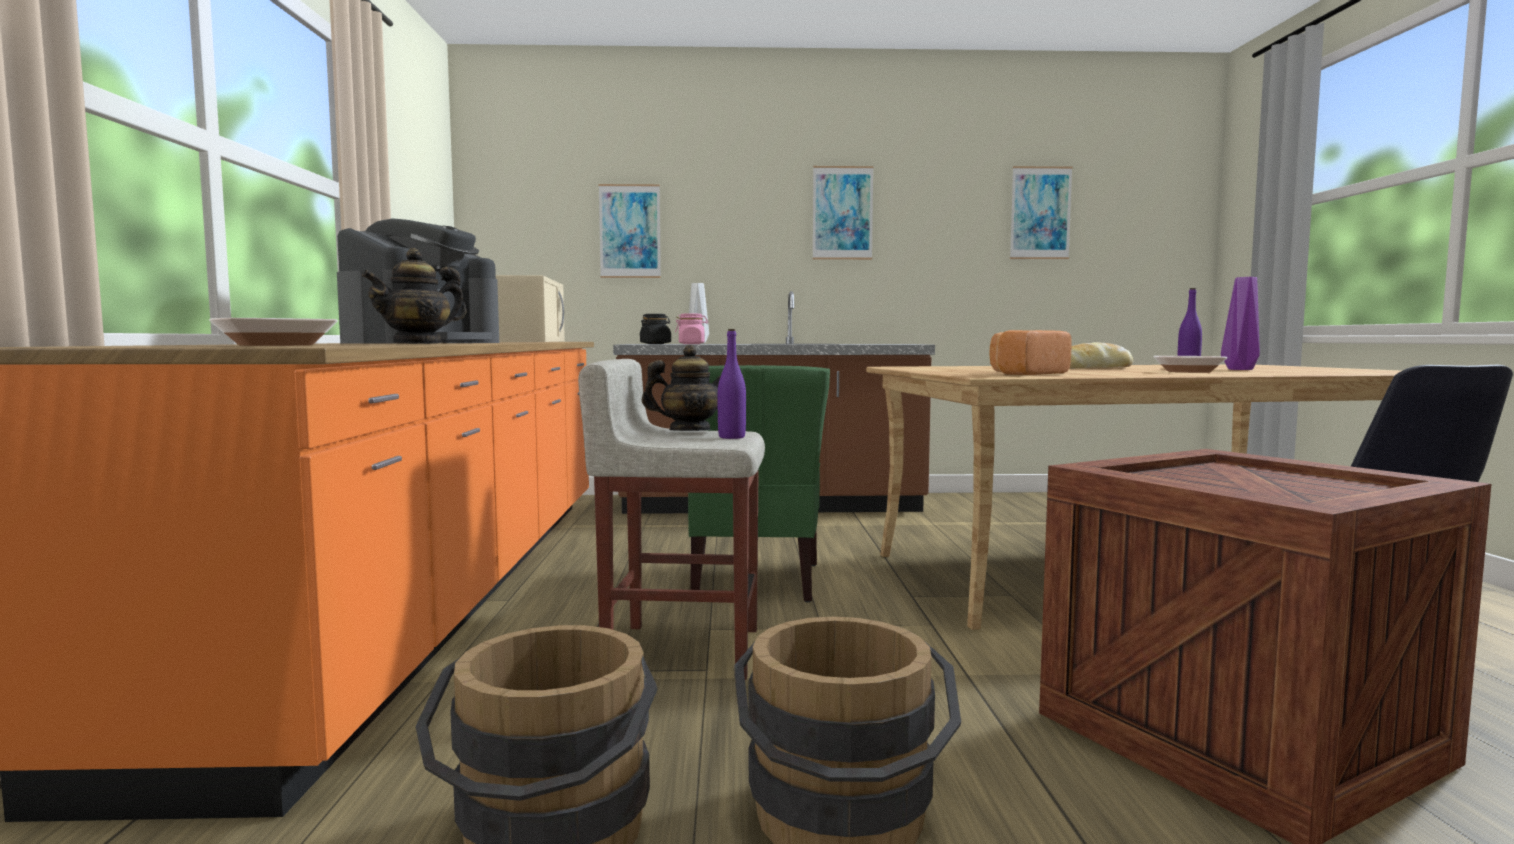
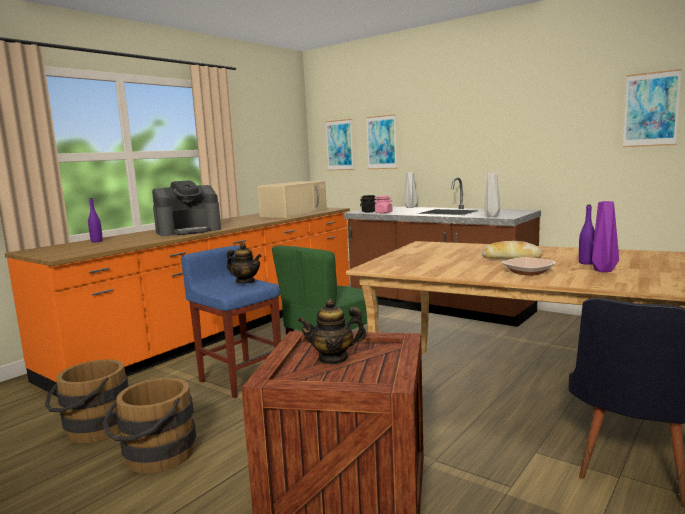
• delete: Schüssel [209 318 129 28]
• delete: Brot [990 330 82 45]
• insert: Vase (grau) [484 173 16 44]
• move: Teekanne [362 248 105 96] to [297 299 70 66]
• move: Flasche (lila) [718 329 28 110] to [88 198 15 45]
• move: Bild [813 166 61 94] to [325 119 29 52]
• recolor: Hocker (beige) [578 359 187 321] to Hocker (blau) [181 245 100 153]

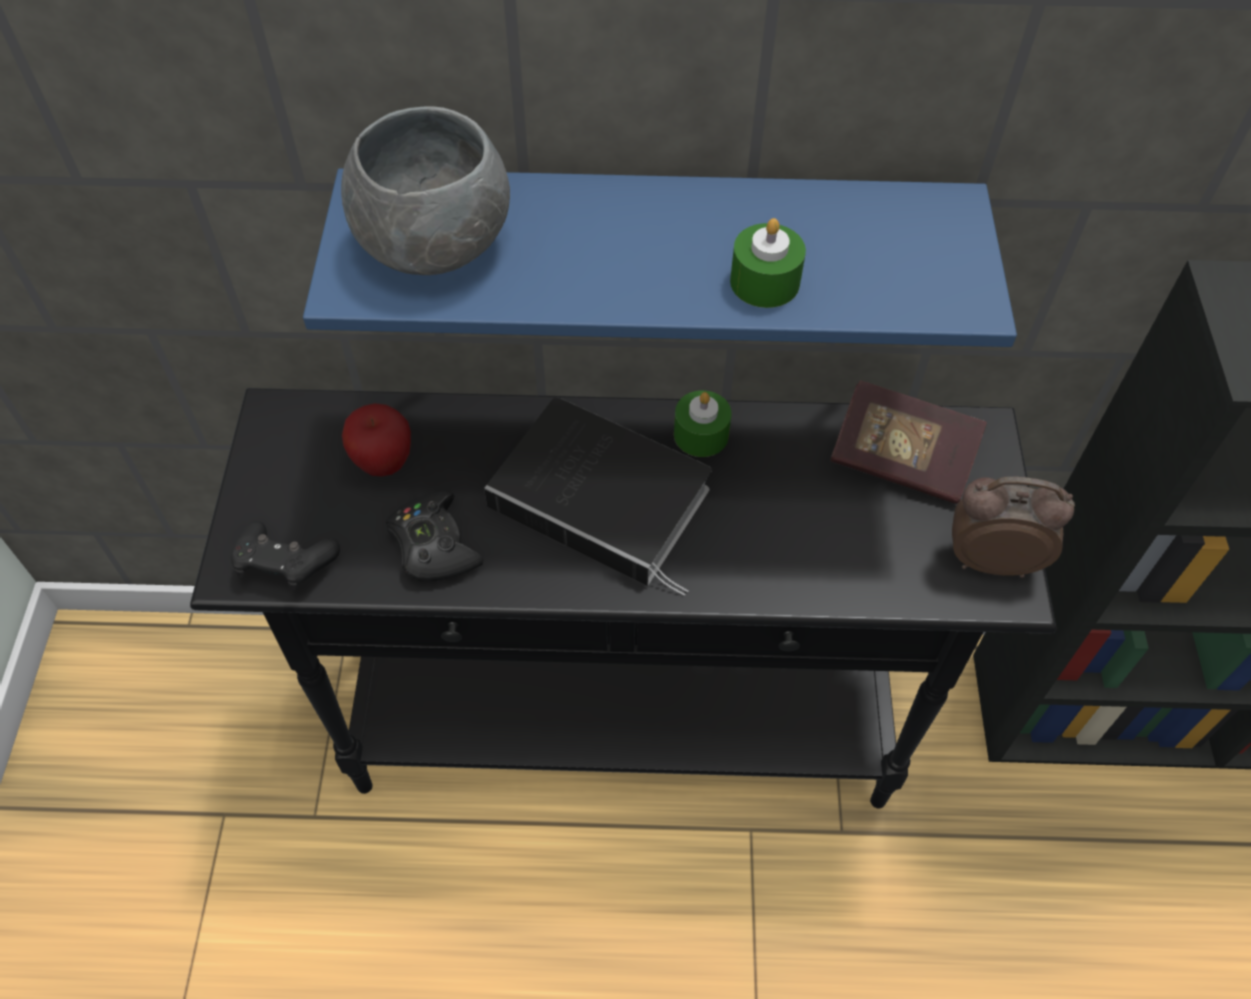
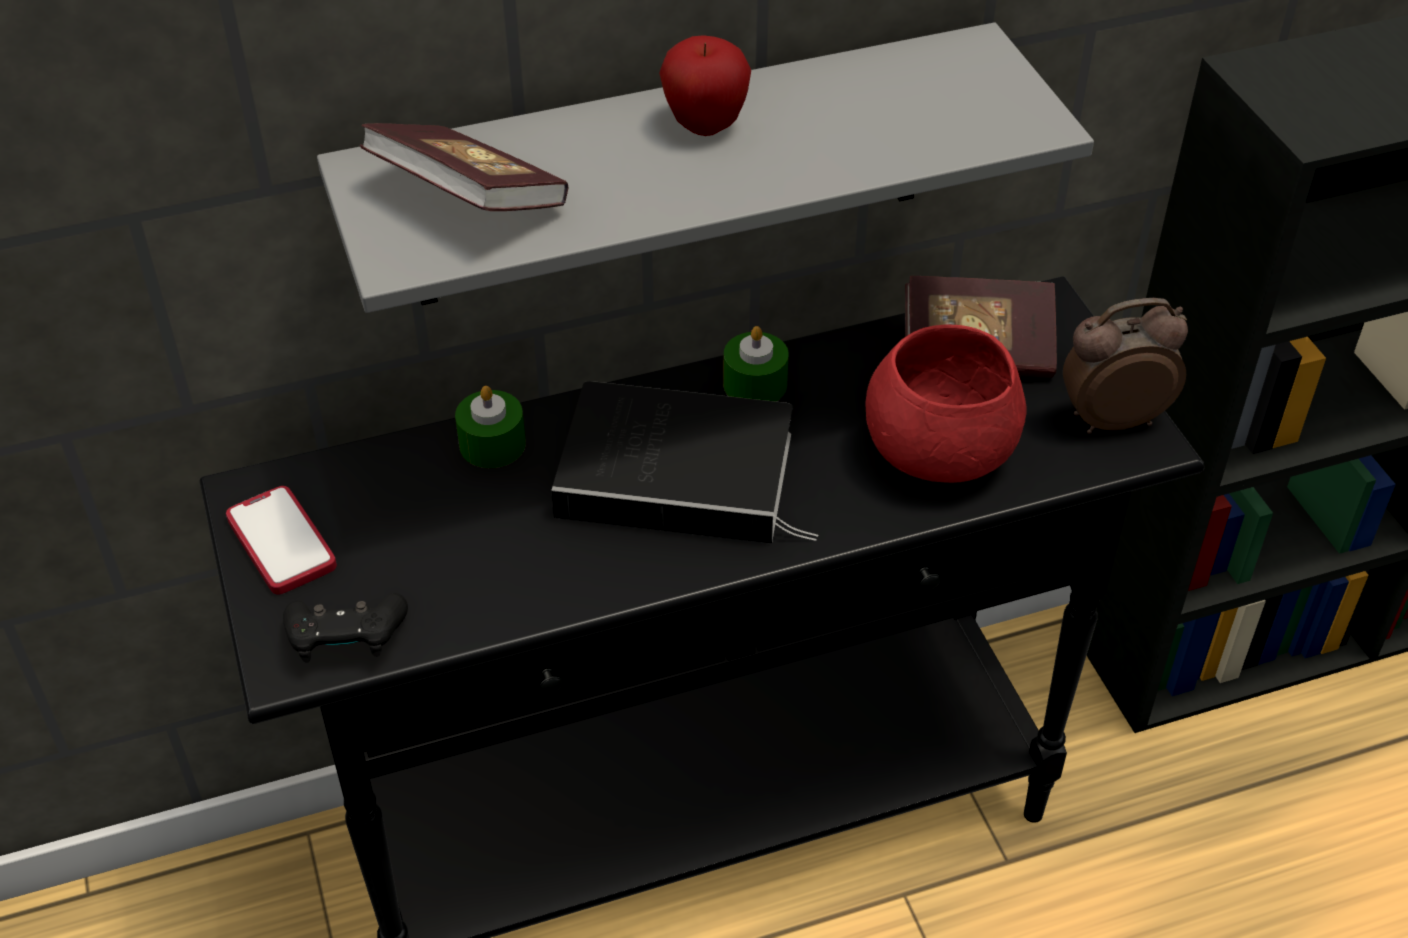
• delete: Gamepad (schwarz) [386 491 98 90]
• insert: Handy [226 486 111 109]
• insert: Schüssel (rot) [865 324 162 159]
• move: Apfel [342 403 69 73] to [659 35 92 101]
• move: Kerze (grün) [730 218 76 90] to [455 386 71 82]
• replace: Schüssel (grau) [341 106 169 169] to Buch [360 123 208 88]
• recolor: Wandregal (blau) [303 168 714 179] to Wandregal (grau) [317 22 777 291]

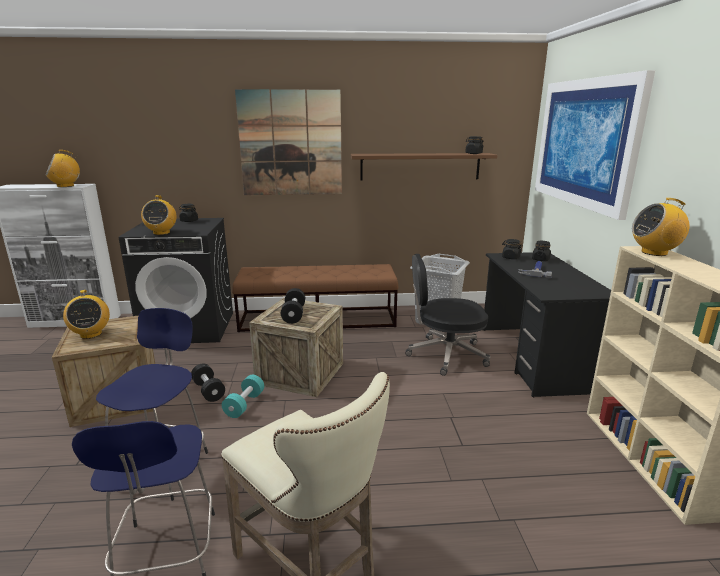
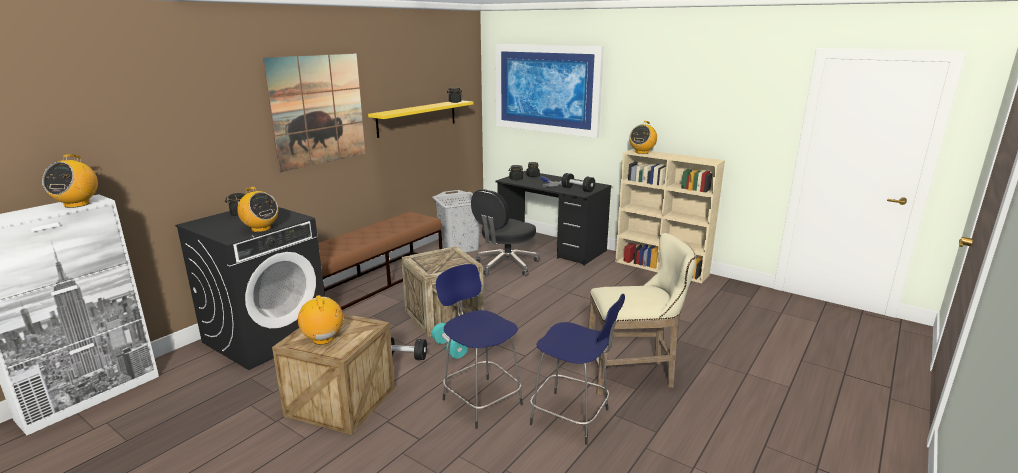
• move: Hantel (schwarz) [281 288 24 36] to [561 173 34 19]
• recolor: Wandregal (braun) [351 153 147 28] to Wandregal (gelb) [368 100 105 38]
• rotate: Radio [63 290 47 49] = [298 295 45 50] 135 degrees counterclockwise

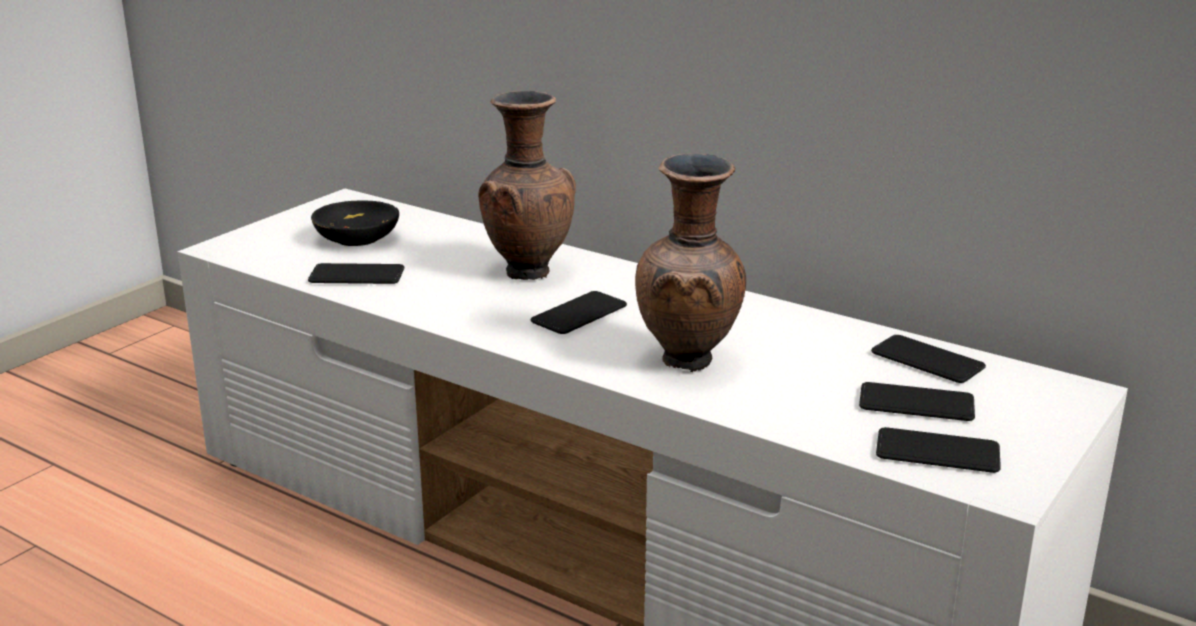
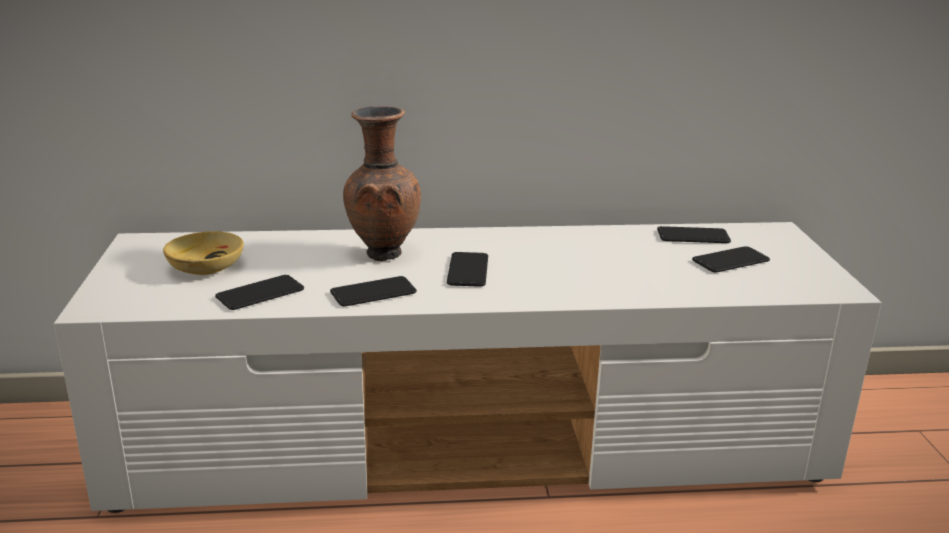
• delete: Vase (braun) [635 153 111 219]
• move: Handy [876 427 125 46] to [330 276 87 30]
• recolor: Schüssel (schwarz) [311 200 88 46] to Schüssel (beige) [163 231 81 44]

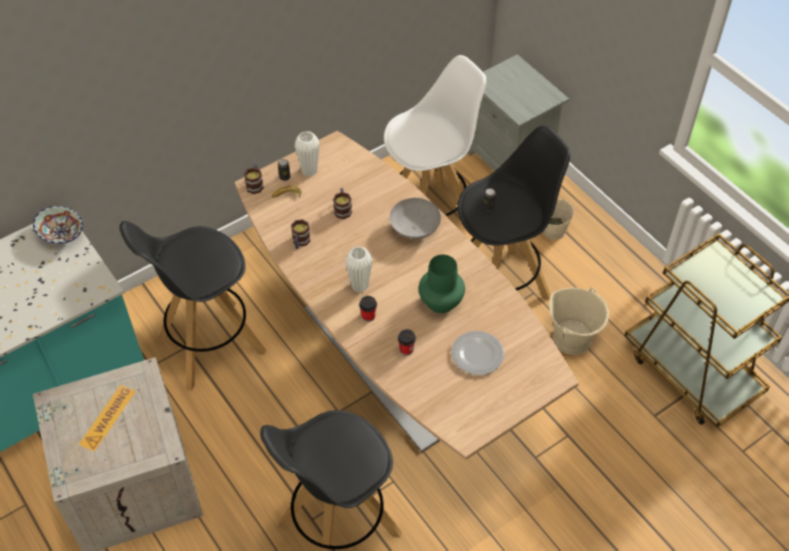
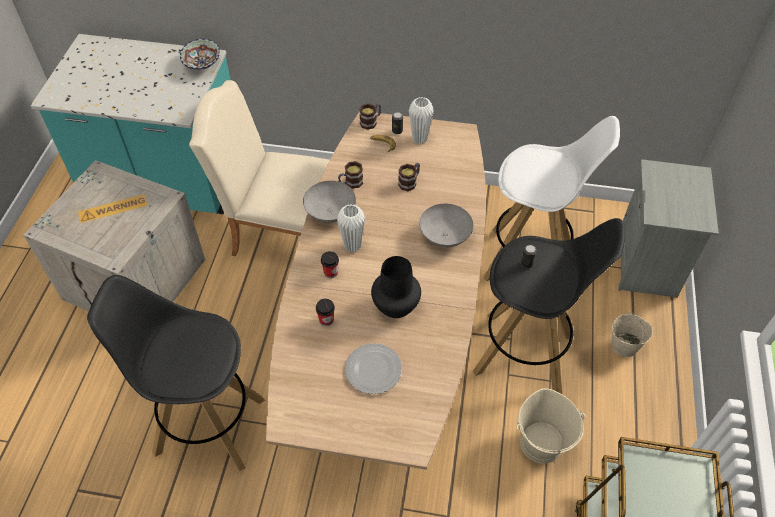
• insert: Schüssel (grau) [303 181 53 42]
• replace: Hocker (schwarz) [119 221 147 170] to Stuhl (beige) [189 80 141 176]
• recolor: Vase (grün) [419 254 46 59] to Vase (schwarz) [371 256 50 62]

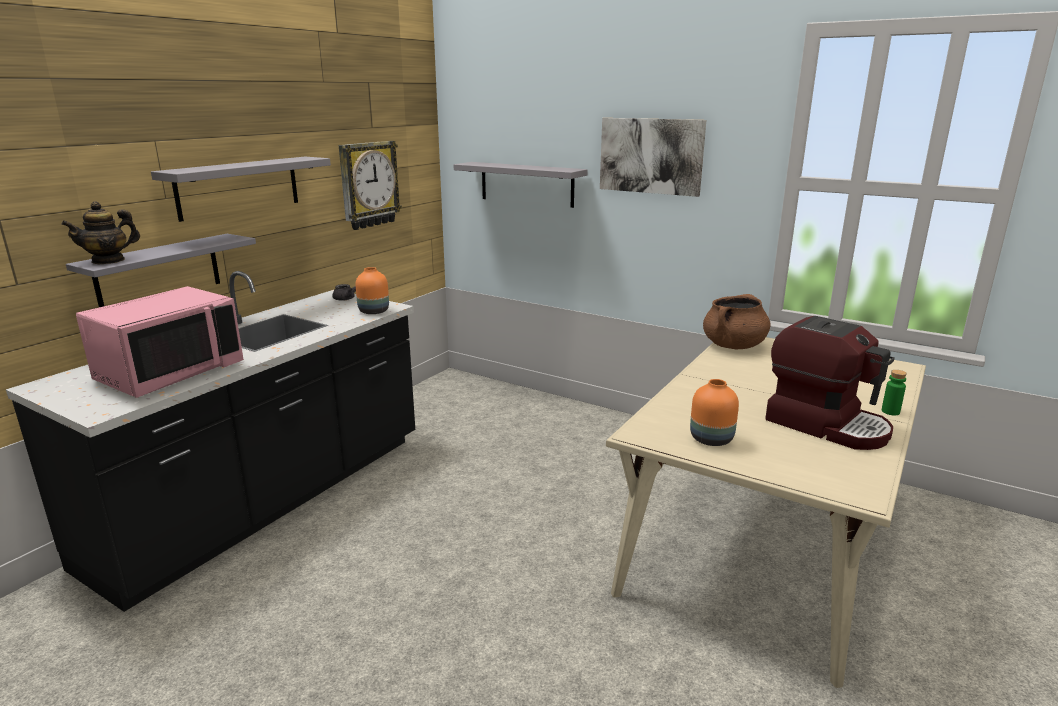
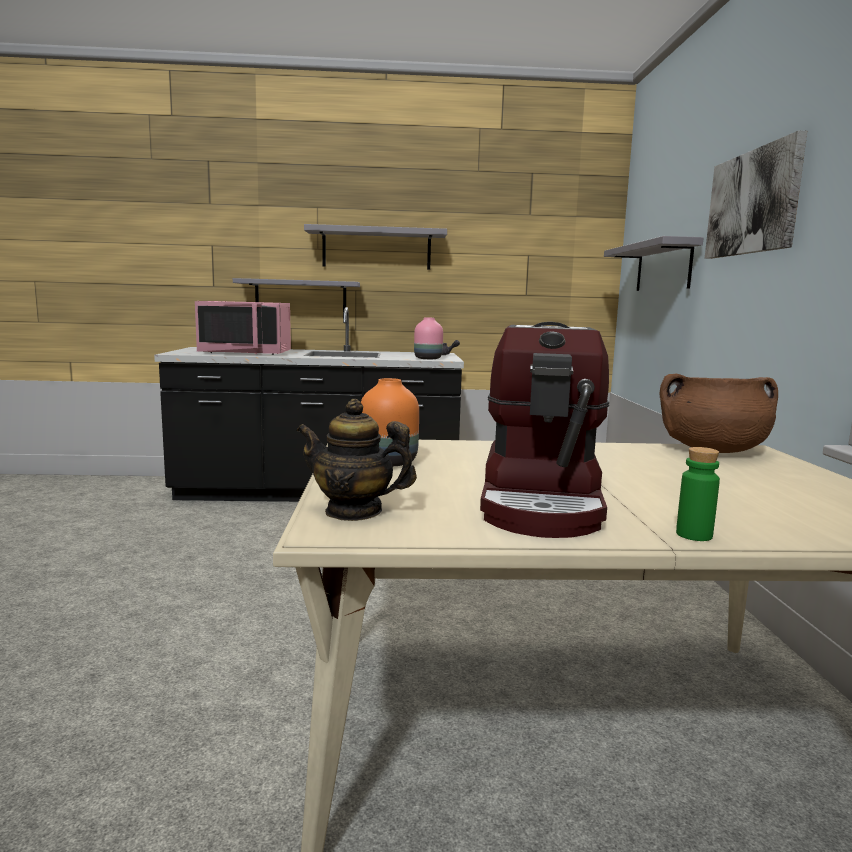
• delete: Wanduhr [339 141 63 89]
• move: Teekanne [61 201 79 63] to [297 399 120 122]
• recolor: Vase (orange) [355 267 34 47] to Vase (rosa) [414 317 29 42]

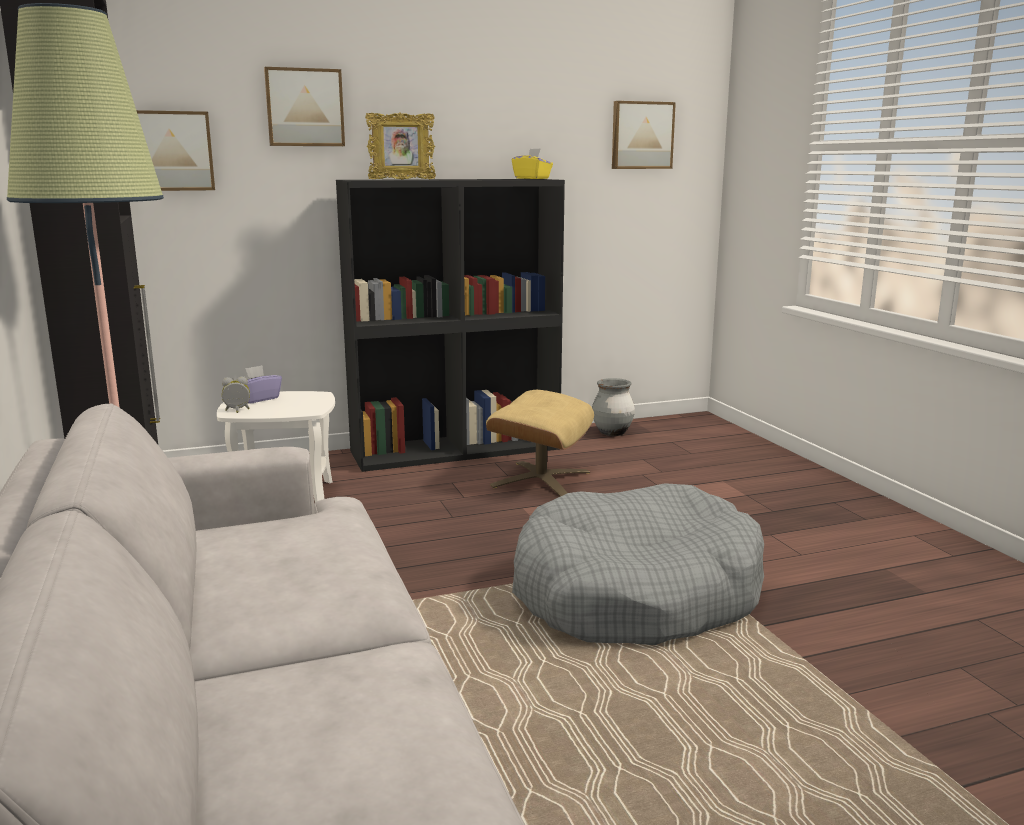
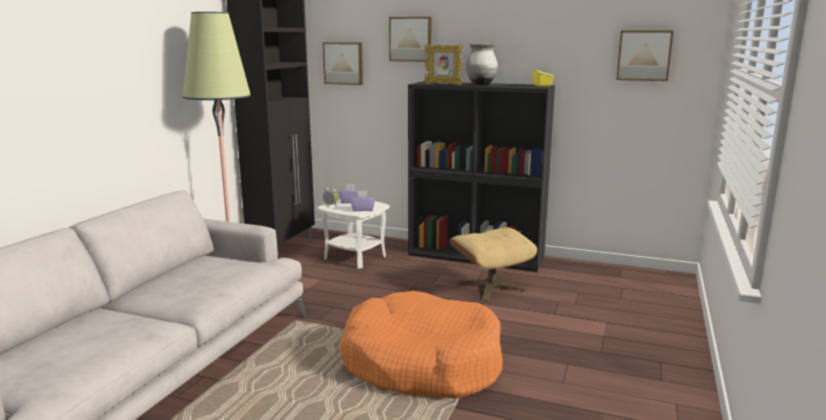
• insert: Taschentuchbox (lila) [350 191 25 20]
• move: Vase (grau) [592 378 43 58] to [466 44 32 41]
• recolor: Hundebett (grau) [512 483 252 162] to Hundebett (orange) [339 291 164 108]

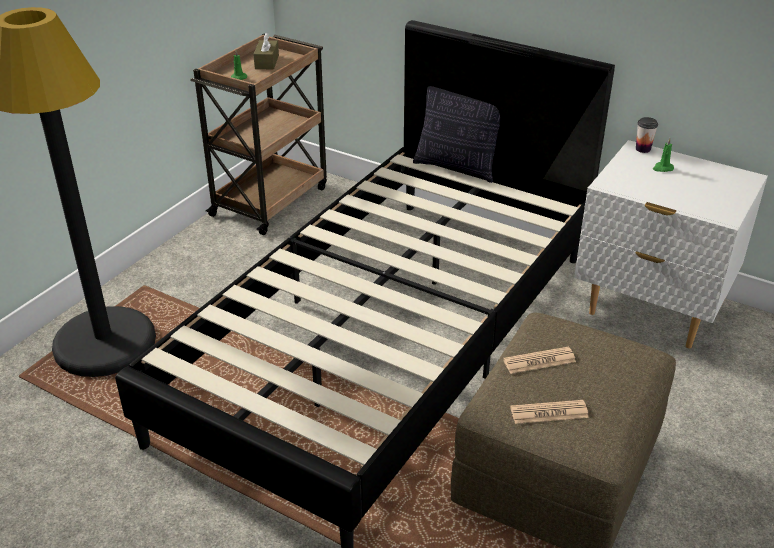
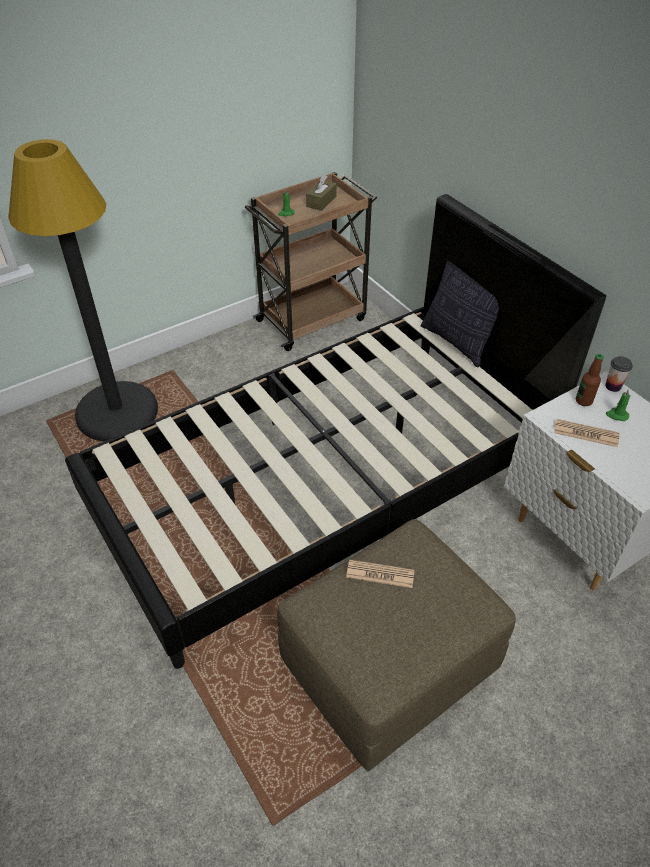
• insert: Flasche [576 354 28 52]
• move: Zeitung [510 400 79 24] to [554 419 66 28]

